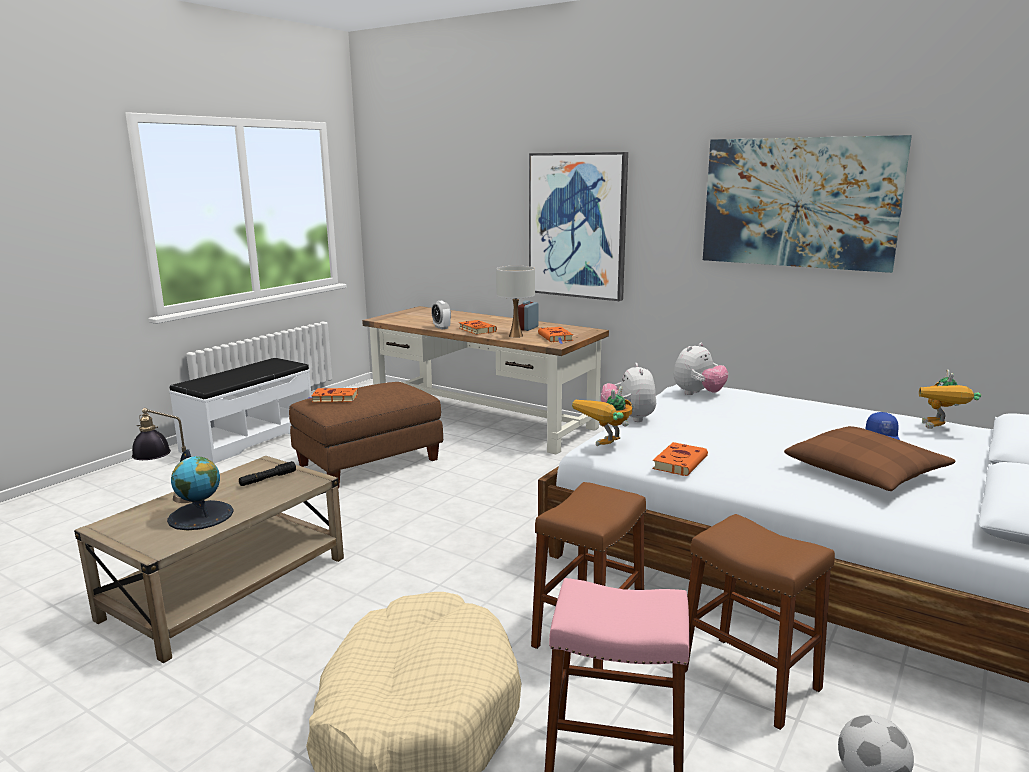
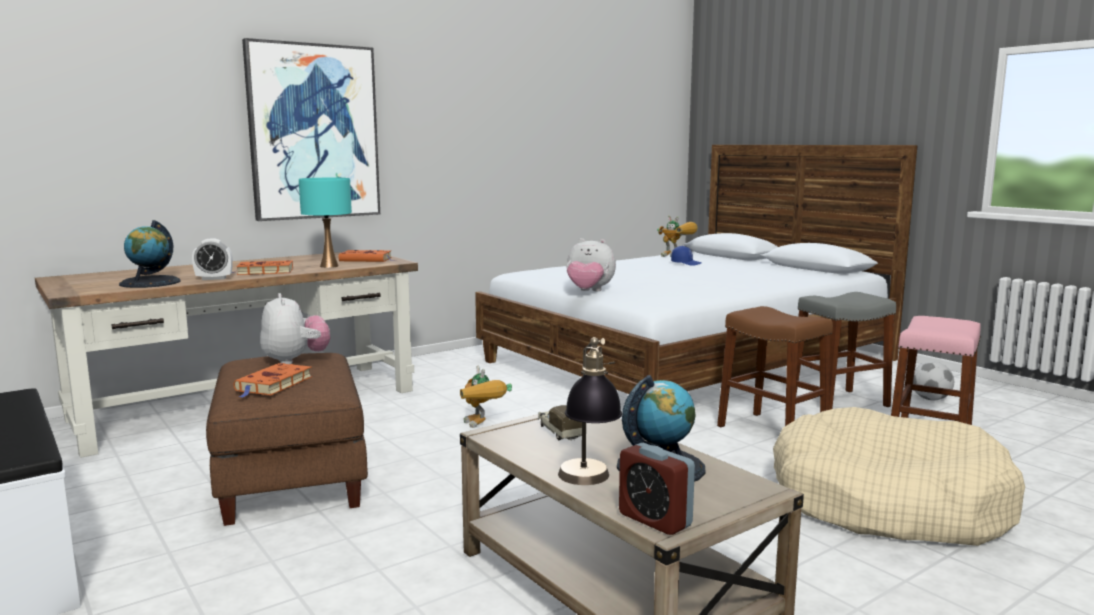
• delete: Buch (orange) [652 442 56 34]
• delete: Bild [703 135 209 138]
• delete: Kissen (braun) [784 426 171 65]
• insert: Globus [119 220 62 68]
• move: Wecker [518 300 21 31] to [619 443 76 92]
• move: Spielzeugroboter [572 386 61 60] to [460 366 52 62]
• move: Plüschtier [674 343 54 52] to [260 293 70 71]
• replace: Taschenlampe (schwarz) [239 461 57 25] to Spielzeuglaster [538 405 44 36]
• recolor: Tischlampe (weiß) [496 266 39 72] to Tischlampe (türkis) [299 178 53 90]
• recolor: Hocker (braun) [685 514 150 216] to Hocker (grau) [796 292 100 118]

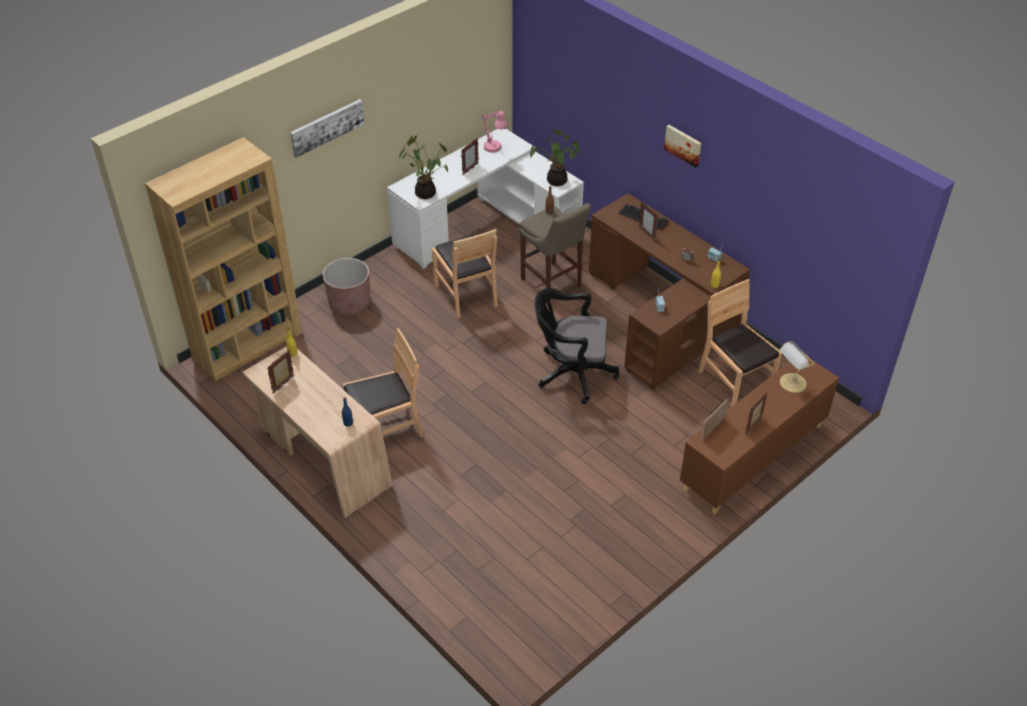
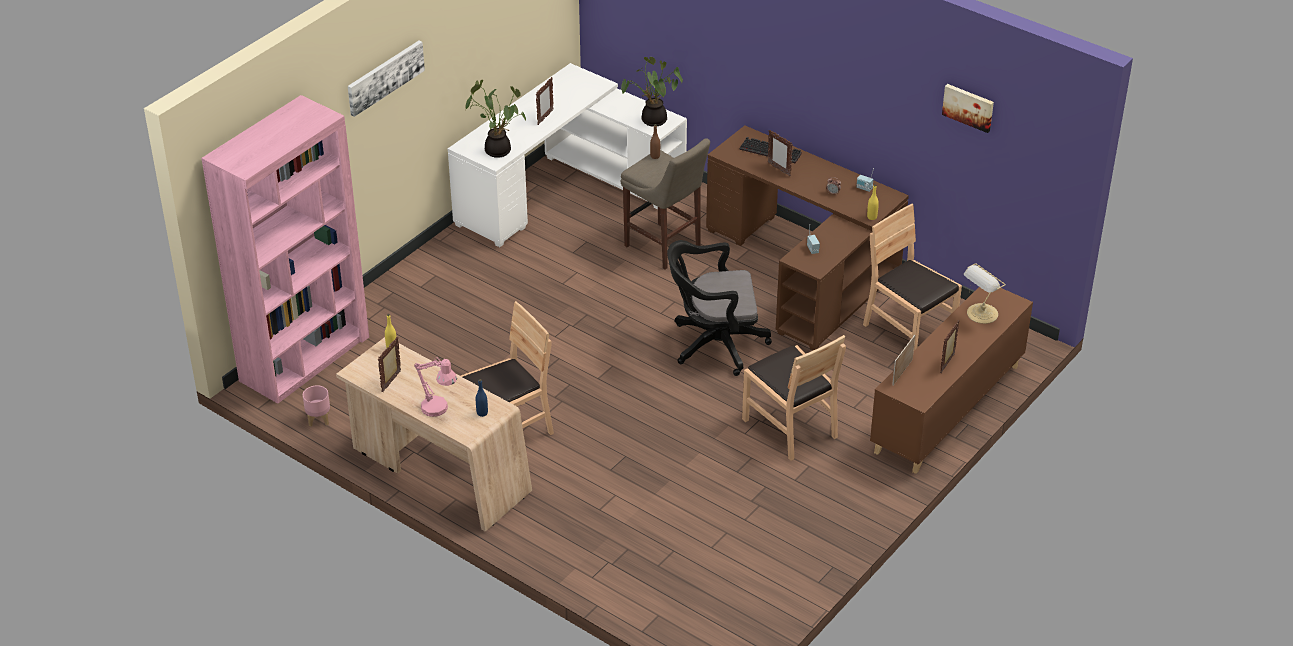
• delete: Pflanzkübel (braun) [323 258 47 57]
• insert: Pflanzkübel (rosa) [303 385 27 42]
• move: Stuhl (braun) [432 229 66 90] to [742 335 104 126]
• move: Tischlampe (rosa) [482 110 26 43] to [414 357 43 60]
• move: Bild [664 125 37 43] to [942 84 52 49]
• recolor: Bücherregal (braun) [145 137 157 244] to Bücherregal (rosa) [201 95 168 309]

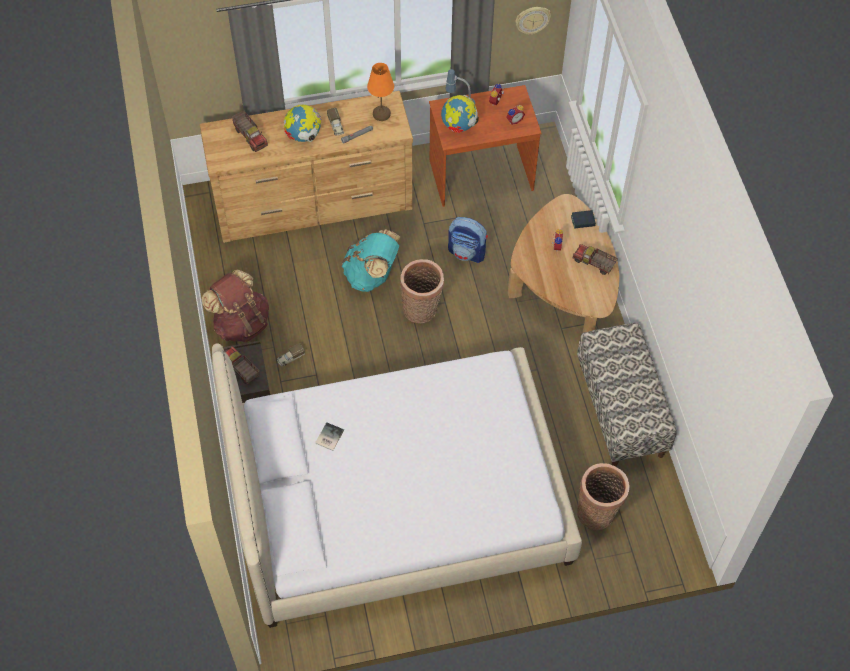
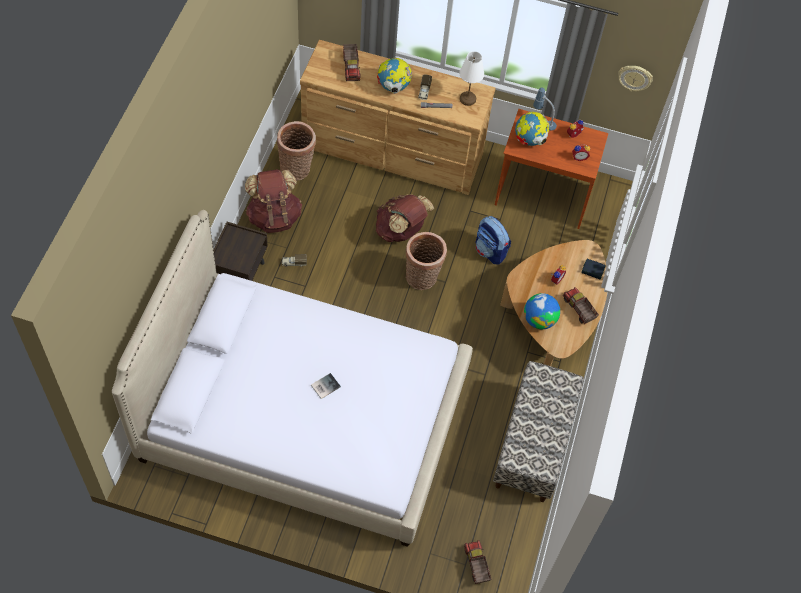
• insert: Globus [524 293 36 36]
• move: Spielzeuglaster [225 346 35 38] to [464 540 27 44]
• move: Buch [315 422 29 29] to [311 373 30 26]
• move: Korb [577 463 52 67] to [277 121 39 60]
• recolor: Rucksack (türkis) [342 230 59 62] to Rucksack (braun) [376 194 58 48]
• recolor: Tischlampe (orange) [367 63 27 58] to Tischlampe (weiß) [459 51 25 55]

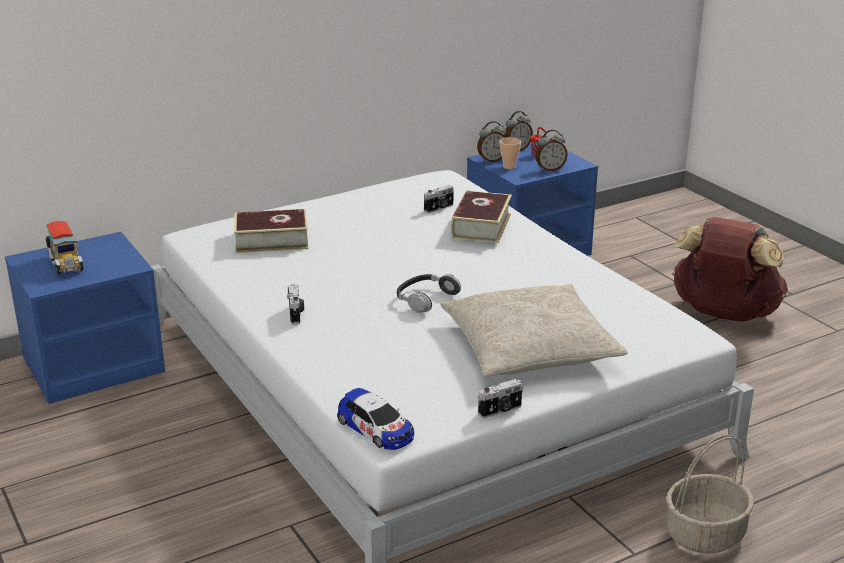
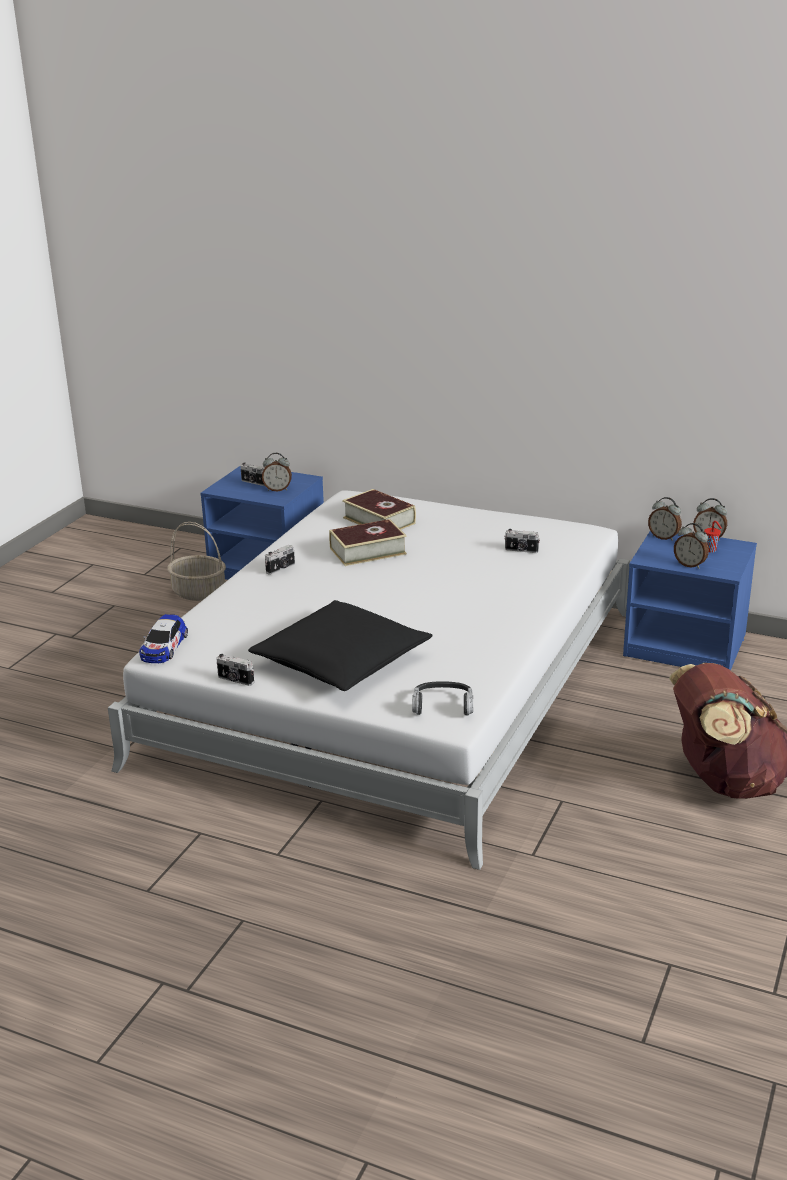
• delete: Tasse [499 137 22 32]
• insert: Wecker [262 453 30 38]
• move: Kopfhörer [397 274 64 39] to [412 681 61 34]
• move: Buch [451 191 61 52] to [329 519 78 47]
• move: Korb [666 435 88 118] to [168 522 58 79]
• replace: Spielzeuglaster [46 221 38 54] to Kamera [240 463 25 23]
• recolor: Kissen (beige) [440 284 188 93] to Kissen (schwarz) [248 600 184 91]

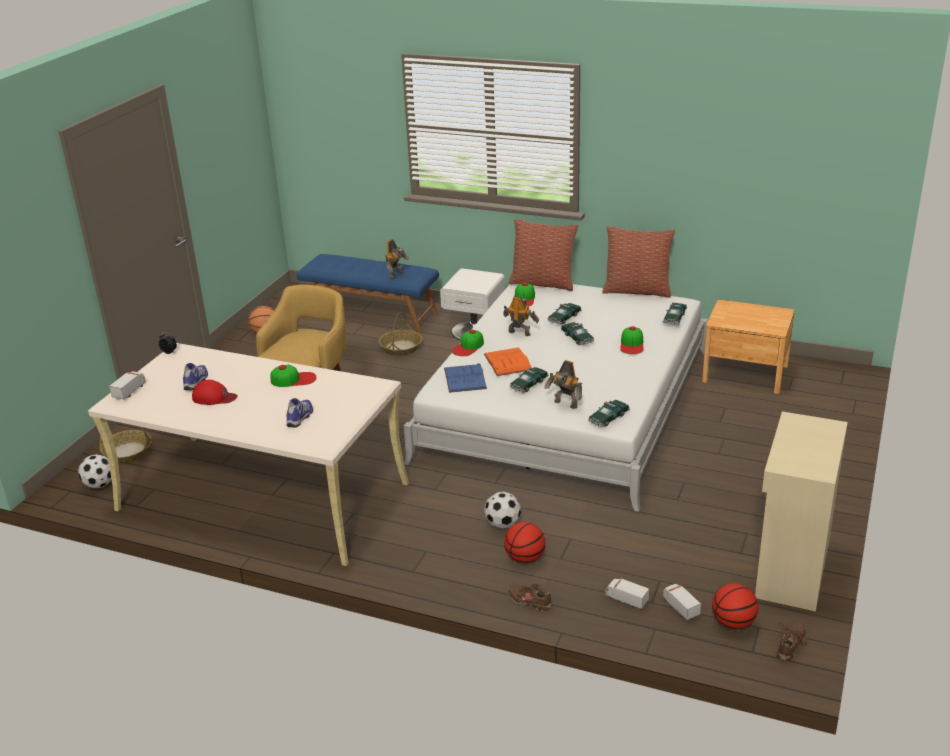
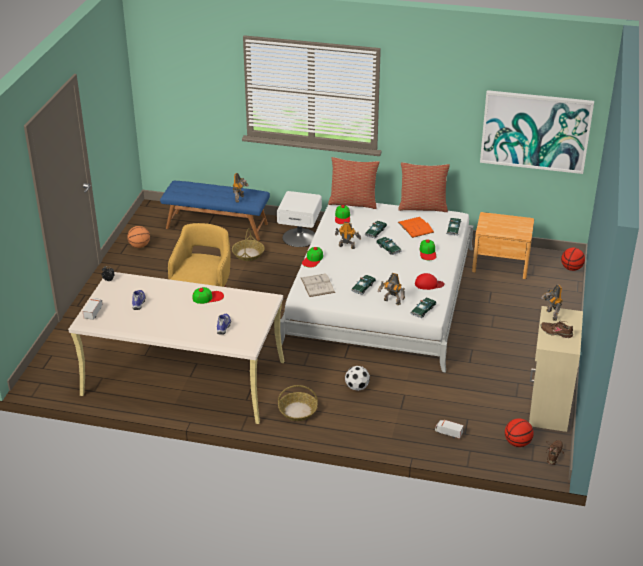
• delete: Fußball [78 454 34 35]
• delete: Spielzeuglaster [663 584 38 36]
• insert: Bild [480 90 114 84]
• insert: Spielzeugroboter [542 285 21 36]
• move: Korb [100 420 52 43] to [278 385 40 36]
• move: Kappe (rot) [192 380 46 25] to [415 273 30 17]
• move: Buch (orange) [484 348 48 28] to [398 217 36 21]
• move: Basketball [504 522 41 42] to [561 248 24 23]
• move: Schuh (braun) [508 584 44 28] to [541 321 32 17]
• recolor: Buch (blau) [444 363 43 30] to Buch (weiß) [301 273 34 24]

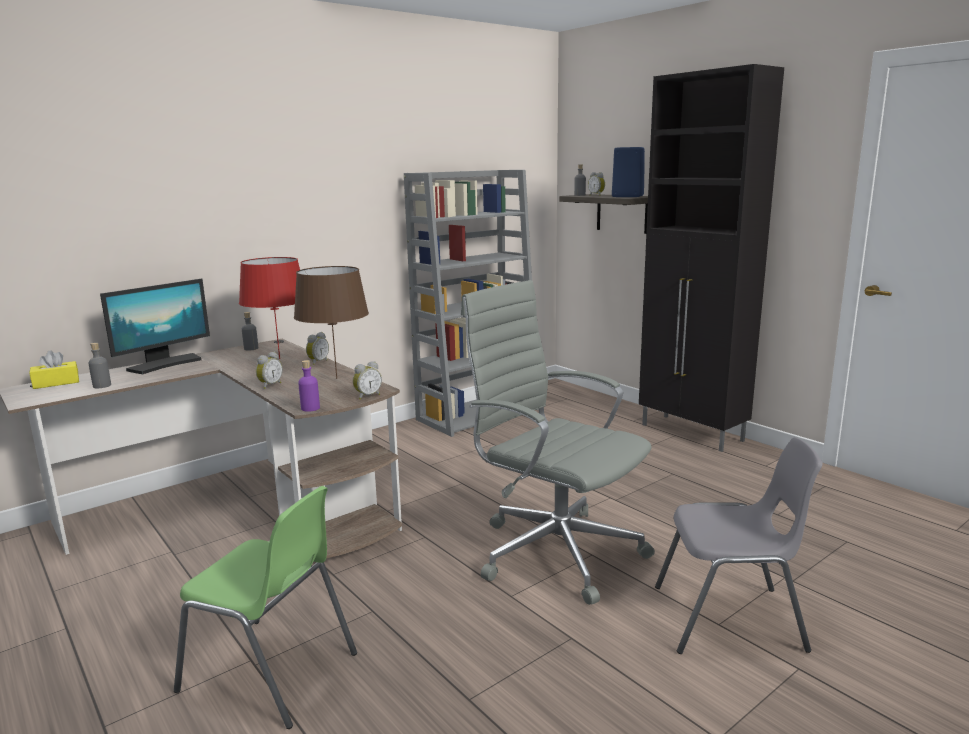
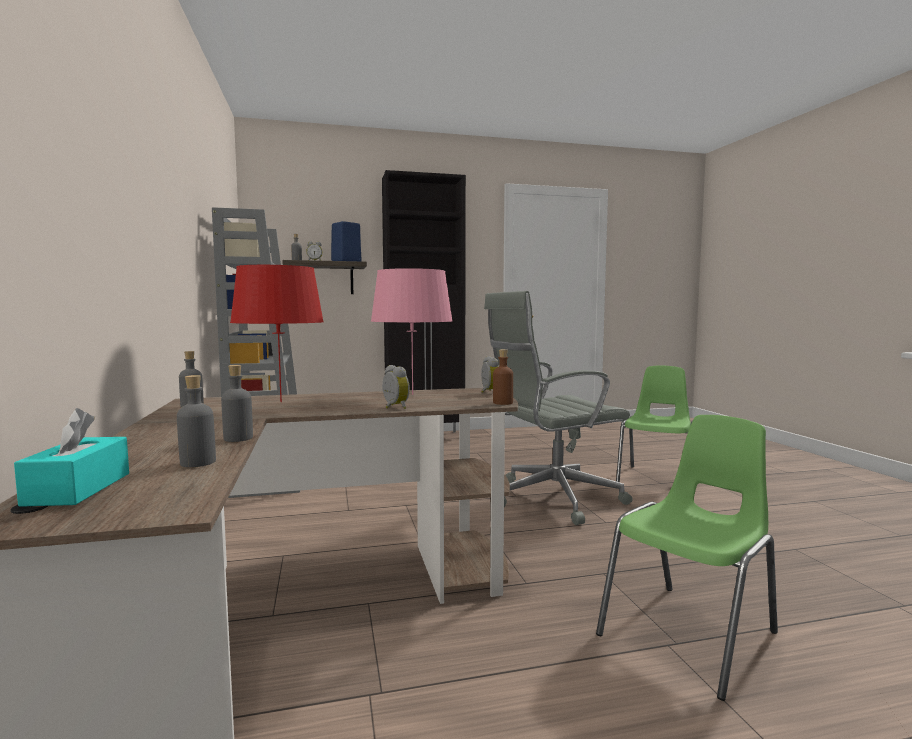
• delete: Monitor [100 279 110 95]
• delete: Wecker [306 332 23 33]
• insert: Flasche (grau) [221 365 32 77]
• recolor: Taschentuchbox (gelb) [29 351 50 38] to Taschentuchbox (türkis) [14 408 115 99]
• recolor: Tischlampe (braun) [294 266 75 113] to Tischlampe (rosa) [371 268 82 127]
• recolor: Flasche (lila) [298 360 22 52] to Flasche (braun) [493 349 20 56]
• recolor: Stuhl (grau) [655 437 168 217] to Stuhl (grün) [616 365 76 118]

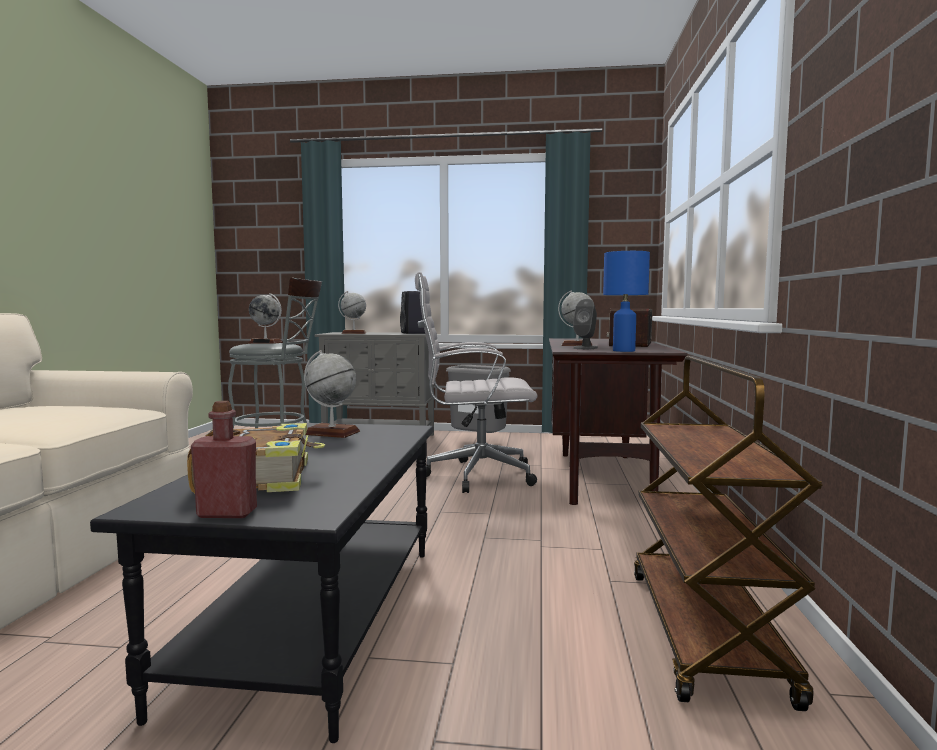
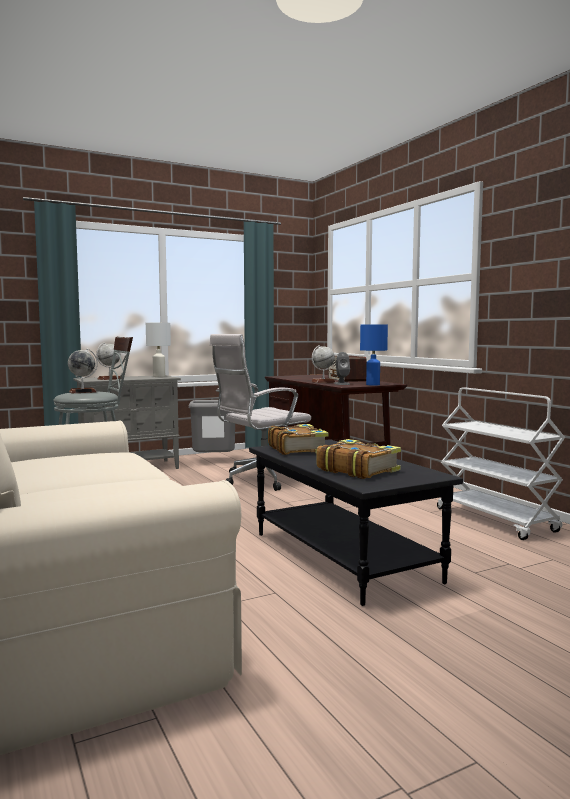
• delete: Flasche (rot) [191 401 66 117]
• replace: Globus [304 350 56 88] to Buch [268 424 61 31]
• replace: Lautsprecher (schwarz) [400 291 25 43] to Tischlampe (weiß) [146 323 25 54]
• recolor: Rollwagen (braun) [634 356 189 355] to Rollwagen (weiß) [437 387 128 153]

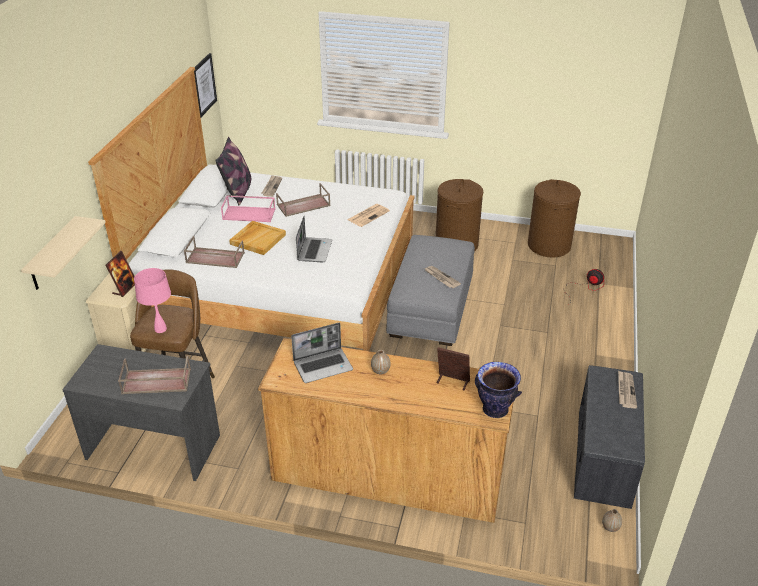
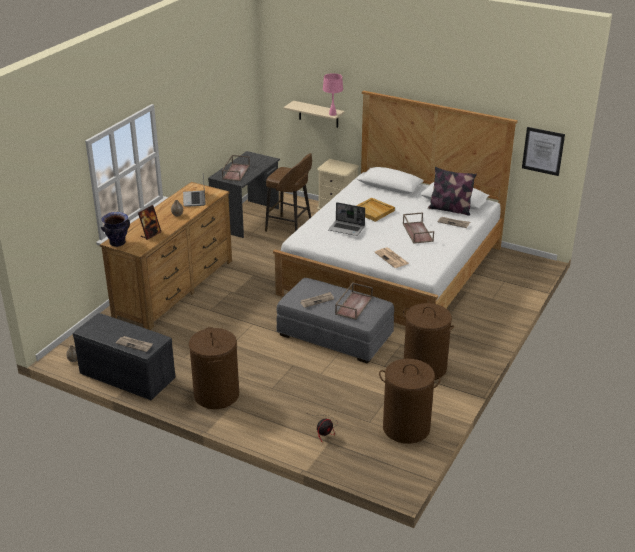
• delete: Bilderrahmen [105 251 30 46]
• delete: Tablett (rosa) [221 195 55 27]
• insert: Wäschekorb (braun) [189 327 50 82]
• move: Tischlampe (rosa) [134 268 37 65] to [323 73 20 43]
• move: Tablett (braun) [184 236 61 32] to [335 282 38 38]

